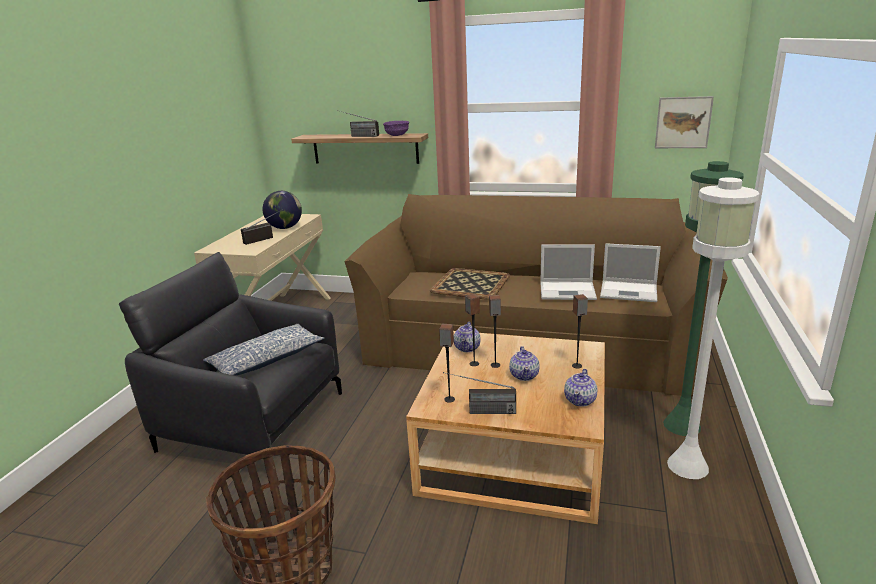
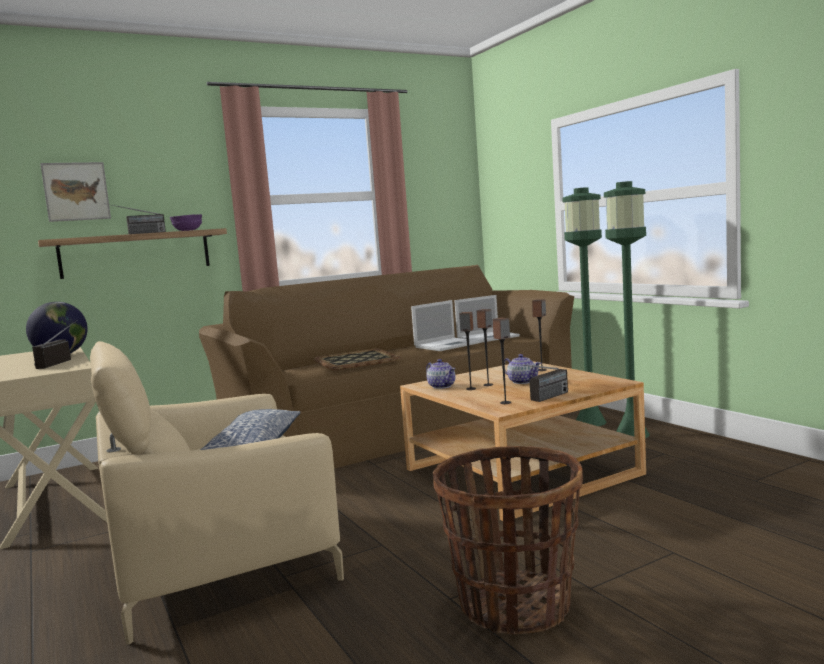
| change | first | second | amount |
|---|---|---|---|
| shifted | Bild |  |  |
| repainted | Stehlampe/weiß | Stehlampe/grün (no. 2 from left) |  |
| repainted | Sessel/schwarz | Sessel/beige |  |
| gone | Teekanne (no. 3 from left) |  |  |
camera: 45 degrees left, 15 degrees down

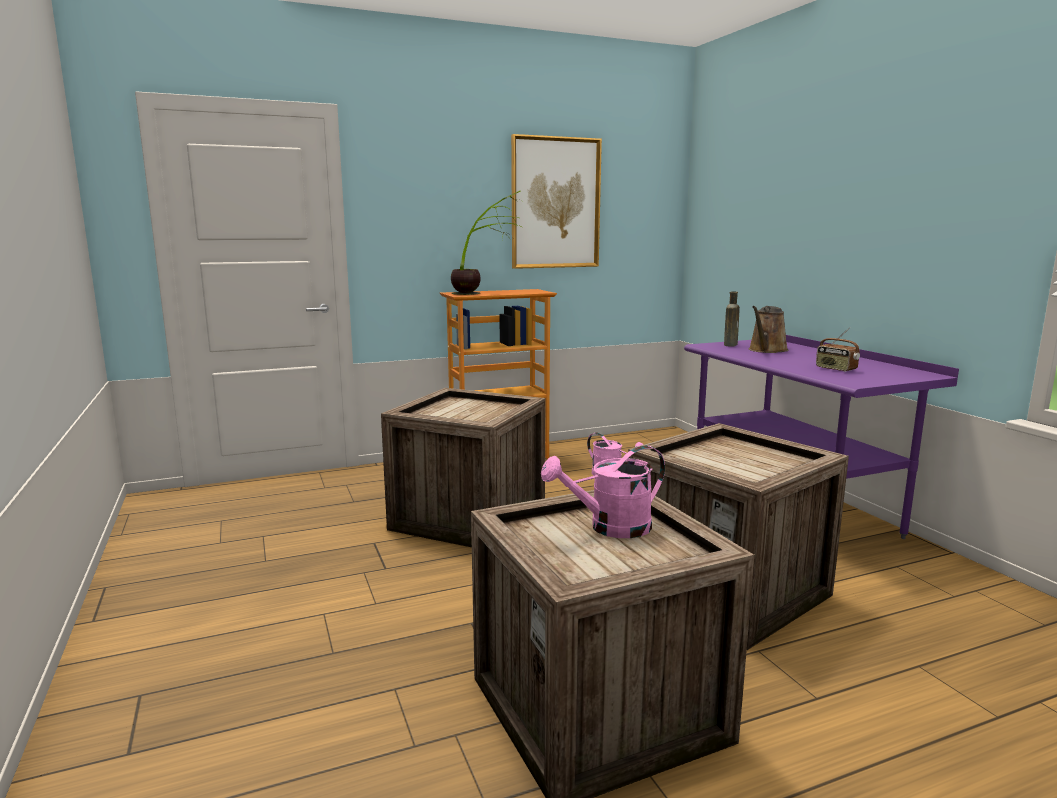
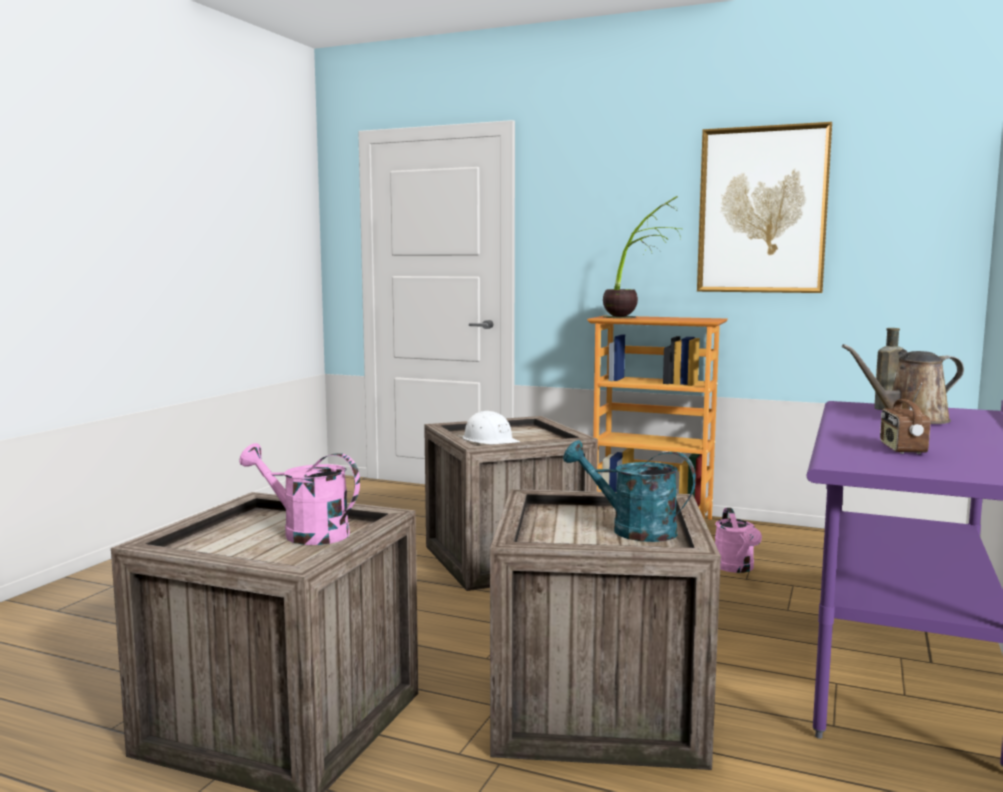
| change | first | second | amount |
|---|---|---|---|
| new |  | Schutzhelm/weiß |  |
| new |  | Gießkanne/türkis |  |
camera: 45 degrees right, 5 degrees down

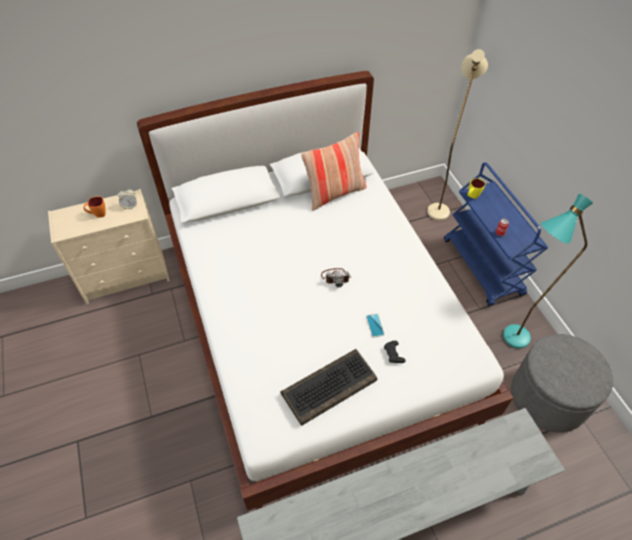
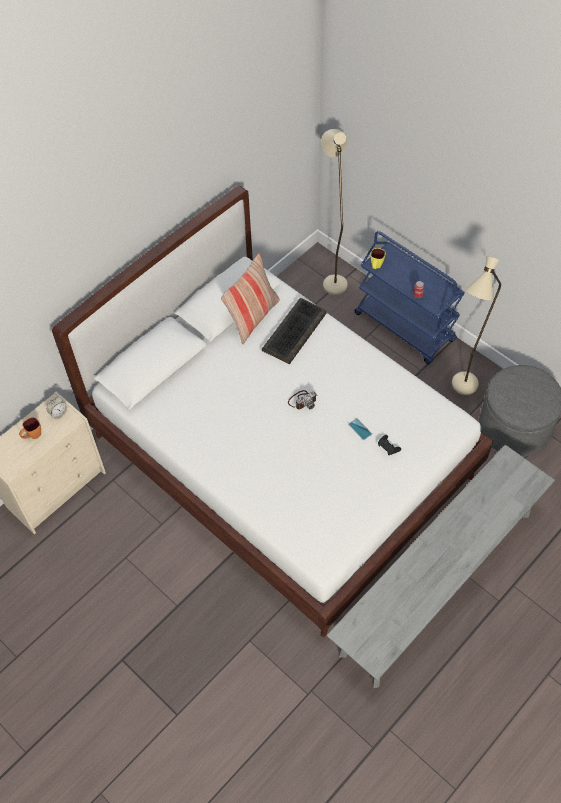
| change | first | second | amount |
|---|---|---|---|
| repainted | Stehlampe/türkis | Stehlampe/beige (no. 2 from left) |  |
| shifted | Tastatur |  |  |
camera: 25 degrees left, 5 degrees up

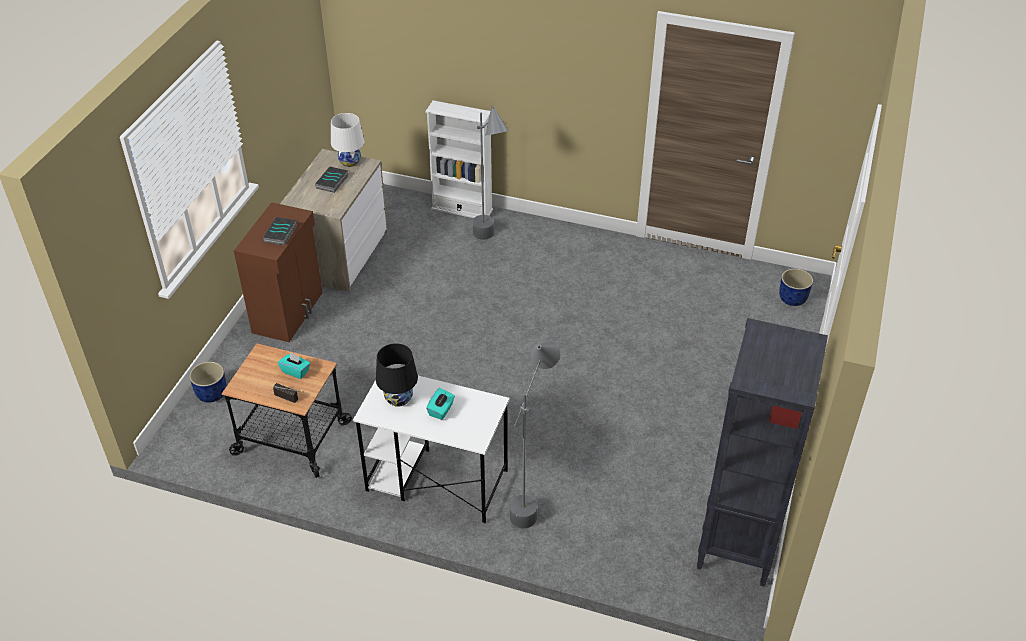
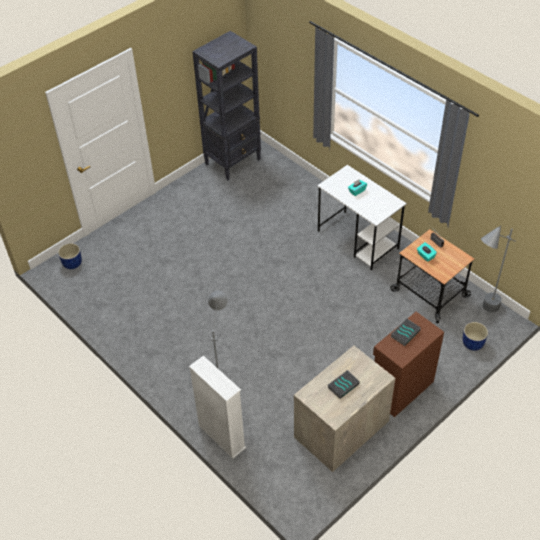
| change | first | second | amount |
|---|---|---|---|
| gone | Tischlampe/weiß |  |  |
| shifted | Stehlampe/grau (no. 2 from left) |  |  |
| gone | Tischlampe/schwarz |  |  |
camera: 150 degrees left, 5 degrees up

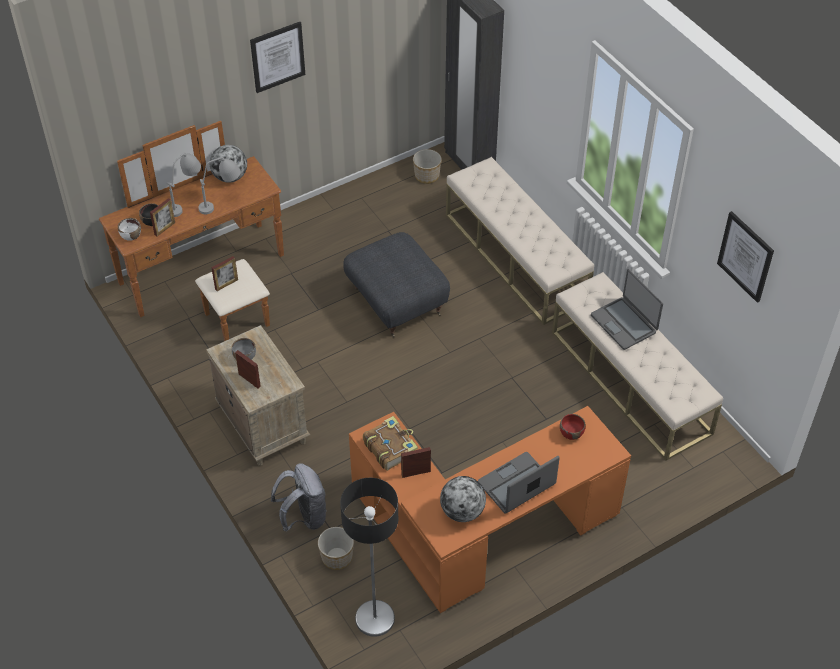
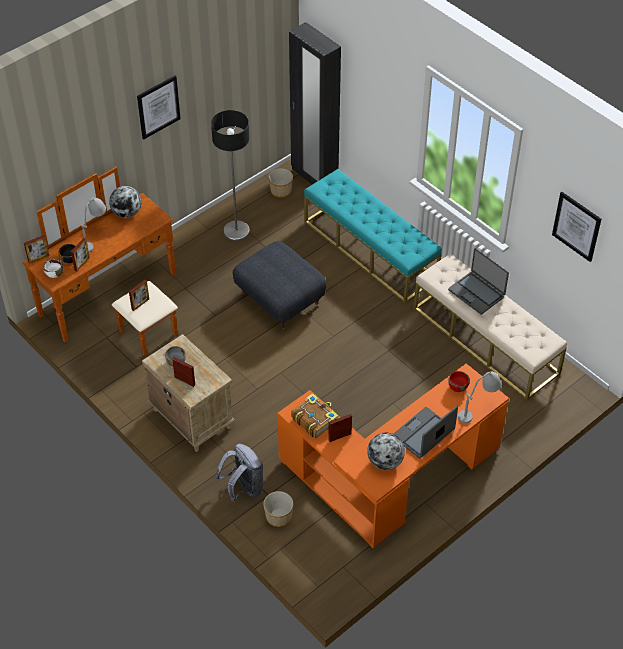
| change | first | second | amount |
|---|---|---|---|
| shifted | Tischlampe/grau (no. 2 from left) |  |  |
| repainted | Bank/beige (no. 1 from left) | Bank/türkis |  |
| shifted | Stehlampe |  |  |
| new |  | Bilderrahmen (no. 1 from left) |  |
camera: 10 degrees left, 0 degrees up

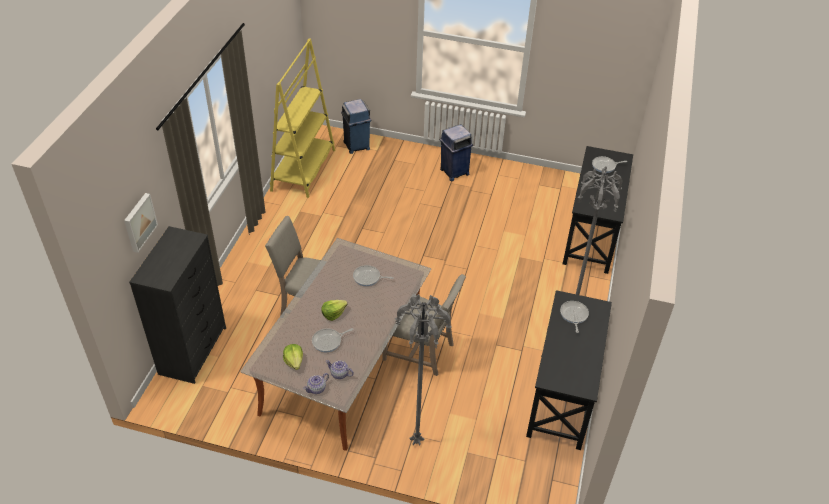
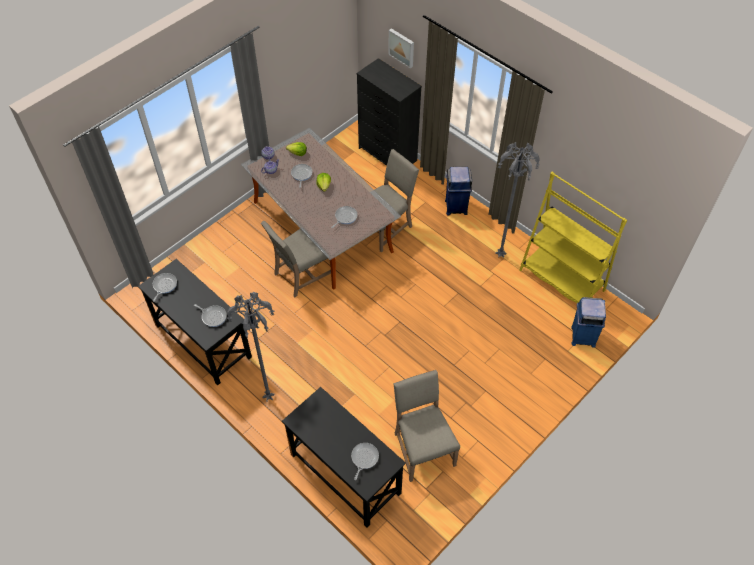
| change | first | second | amount |
|---|---|---|---|
| shifted | Mülleimer/blau (no. 2 from left in the first image) | Mülleimer/blau (no. 1 from left) |  |
| shifted | Stehlampe/grau (no. 1 from left in the first image) | Stehlampe/grau (no. 2 from left) |  |
| new |  | Pfanne (no. 1 from left) |  |
| new |  | Stuhl/beige (no. 3 from left) |  |
camera: 120 degrees right, 10 degrees up

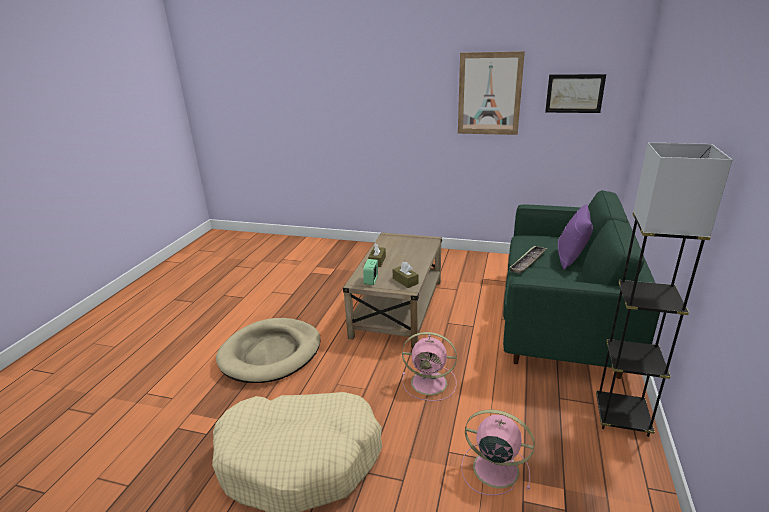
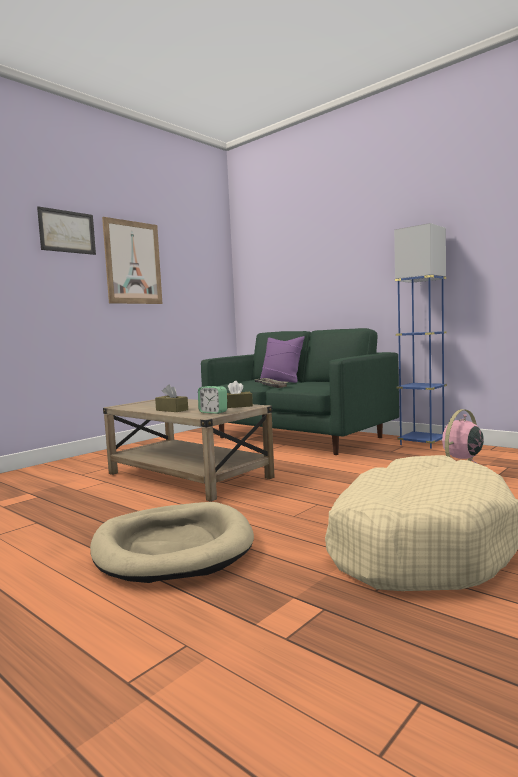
| change | first | second | amount |
|---|---|---|---|
| shifted | Bild (no. 2 from left in the first image) | Bild (no. 1 from left) |  |
| repainted | Stehlampe/grau | Stehlampe/blau |  |
| gone | Ventilator/rosa (no. 1 from left) |  |  |
camera: 65 degrees left, 20 degrees down

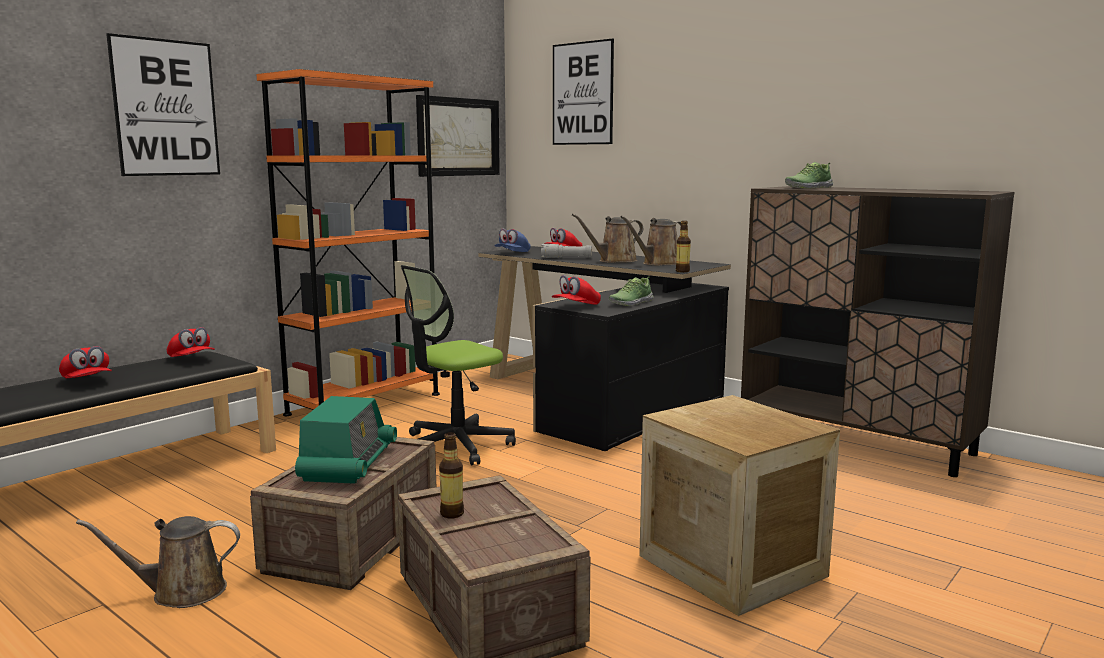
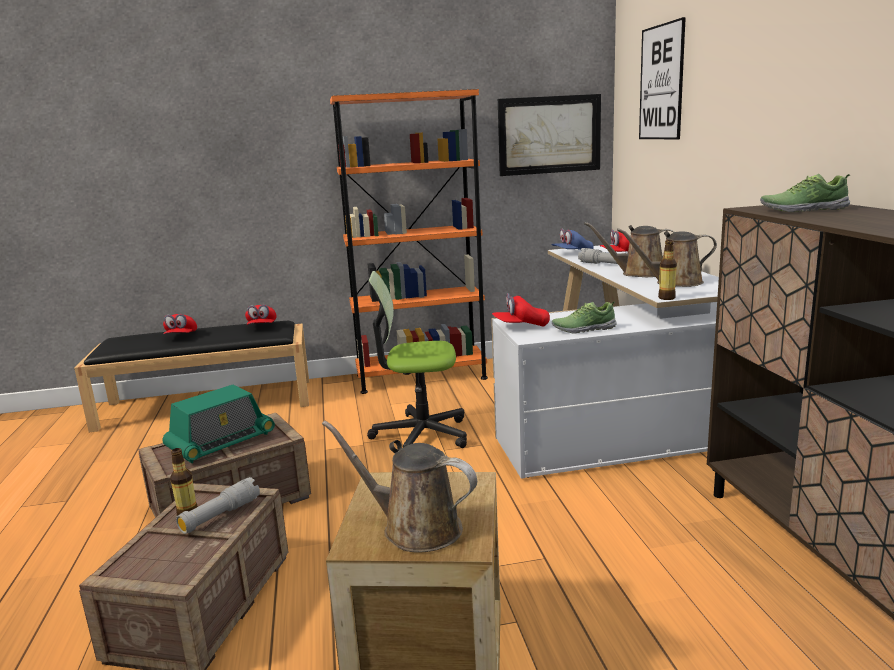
| change | first | second | amount |
|---|---|---|---|
| gone | Bild (no. 1 from left) |  |  |
| repainted | Schreibtisch/schwarz | Schreibtisch/weiß |  |
| shifted | Gießkanne/braun (no. 1 from left) |  |  |
| new |  | Taschenlampe/grau (no. 1 from left) |  |
camera: 40 degrees right, 5 degrees up

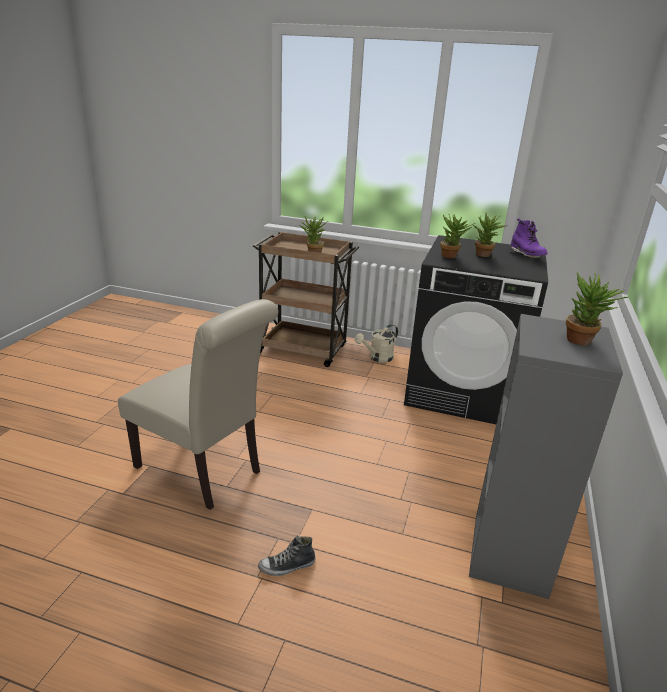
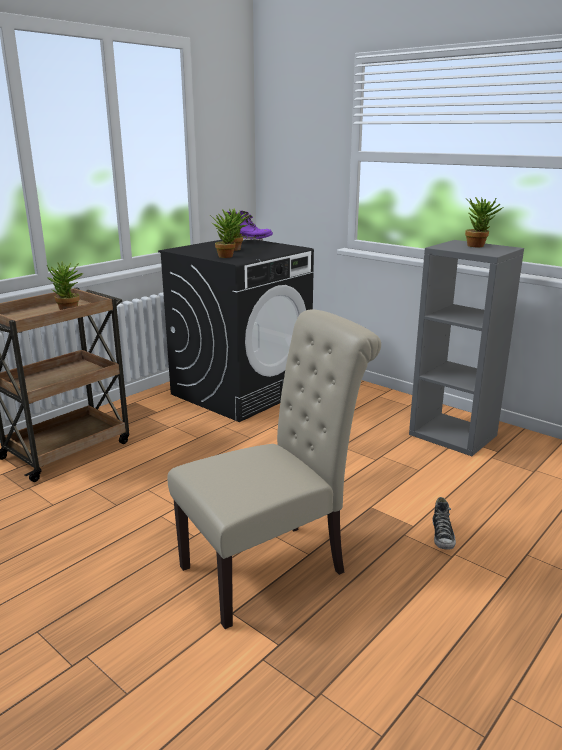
| change | first | second | amount |
|---|---|---|---|
| gone | Gießkanne/beige |  |  |
camera: 65 degrees left, 5 degrees down

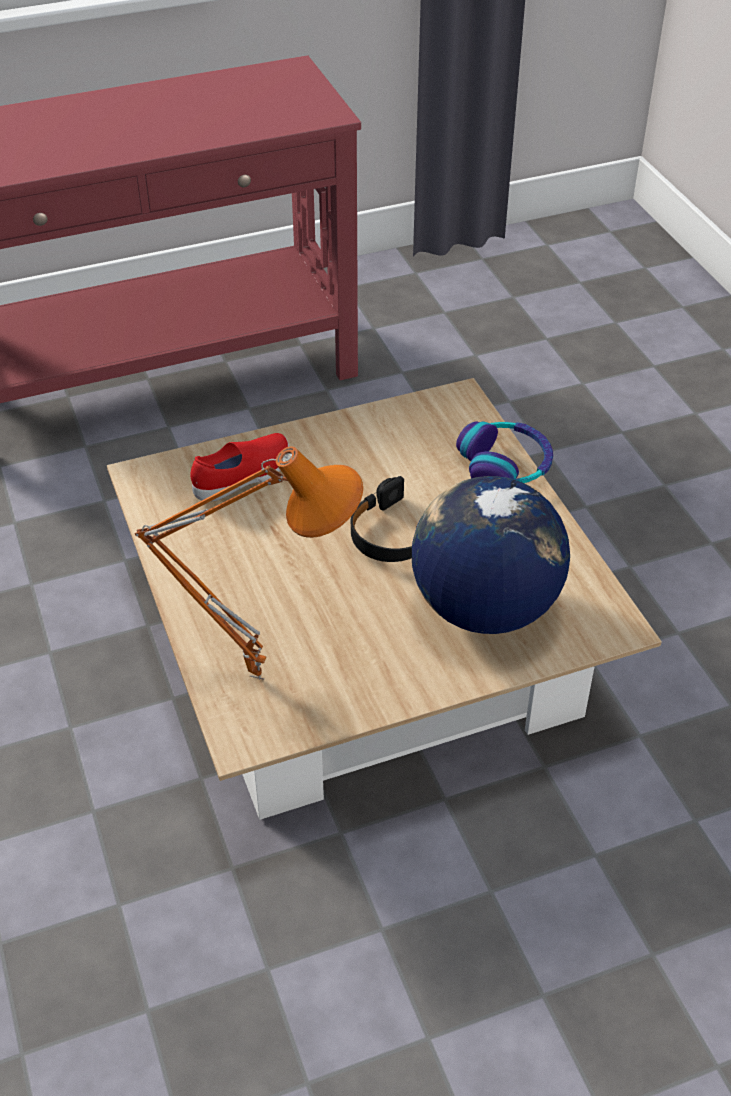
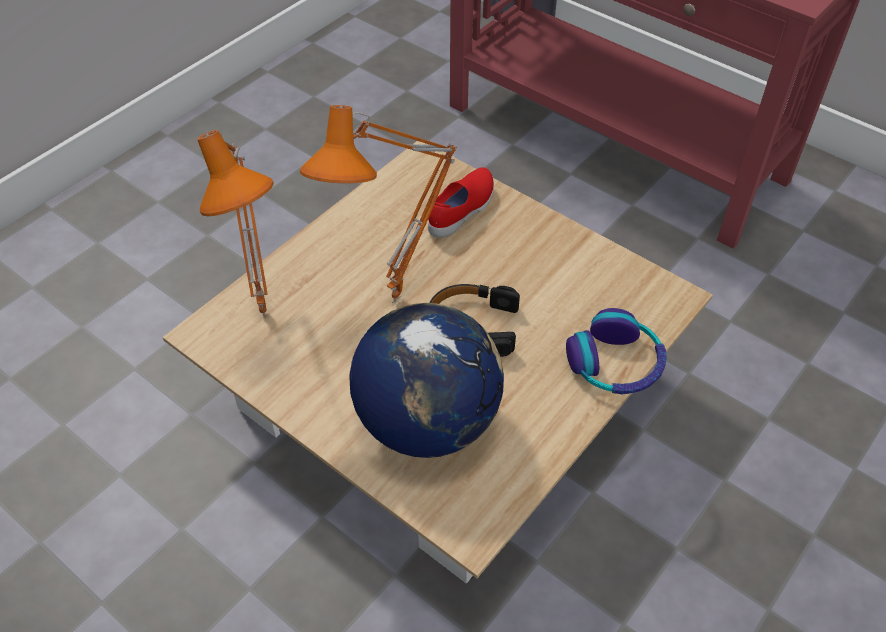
| change | first | second | amount |
|---|---|---|---|
| rotated | Schuh/rot |  | 75 degrees counterclockwise |
| new |  | Tischlampe/orange (no. 2 from left) |  |
camera: 60 degrees right, 5 degrees up

